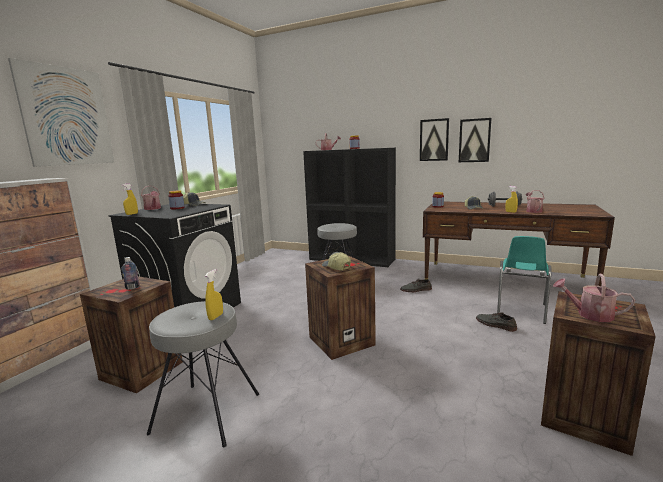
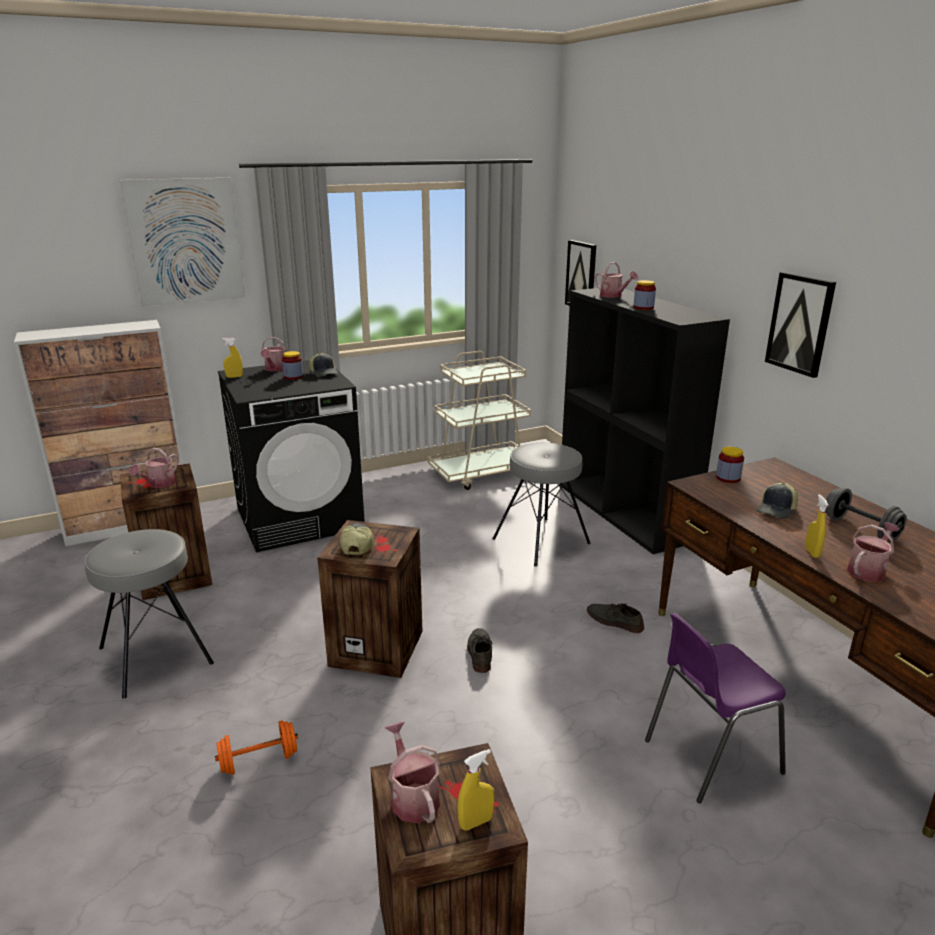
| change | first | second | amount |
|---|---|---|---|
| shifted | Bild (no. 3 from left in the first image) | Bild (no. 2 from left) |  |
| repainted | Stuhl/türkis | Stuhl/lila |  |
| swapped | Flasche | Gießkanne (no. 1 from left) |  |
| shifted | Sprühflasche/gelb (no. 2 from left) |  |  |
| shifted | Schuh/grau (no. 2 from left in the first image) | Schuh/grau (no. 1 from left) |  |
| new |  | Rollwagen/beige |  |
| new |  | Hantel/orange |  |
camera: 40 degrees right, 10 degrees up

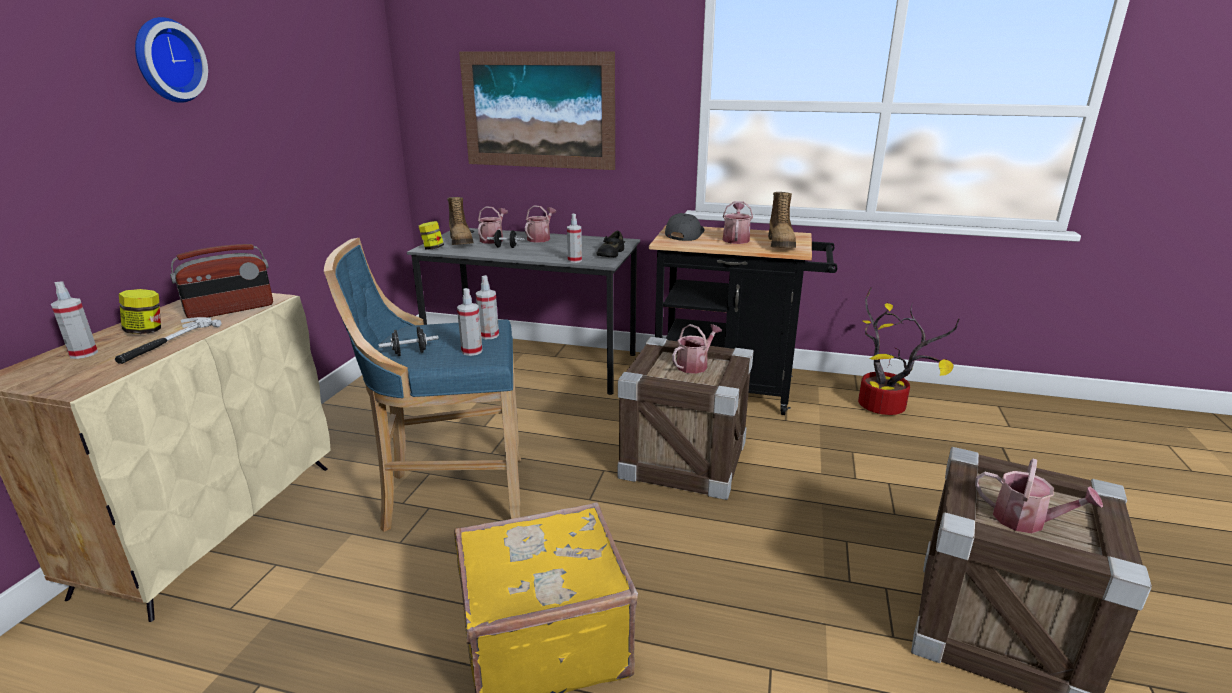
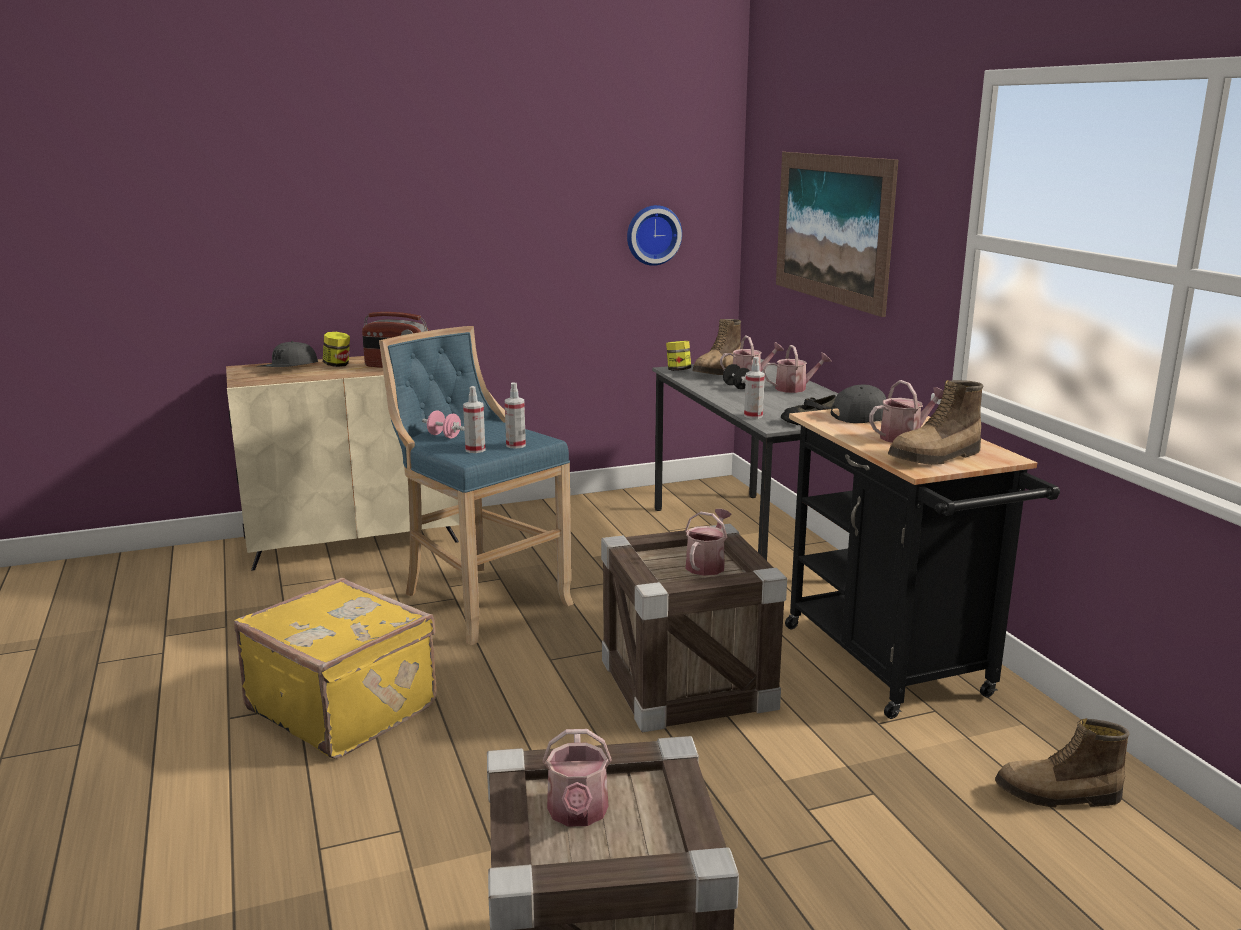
| change | first | second | amount |
|---|---|---|---|
| shifted | Wanduhr |  |  |
| swapped | Sprühflasche (no. 1 from left) | Kappe/grau (no. 1 from left) |  |
| swapped | Topfpflanze | Stiefel (no. 3 from left) |  |
| gone | Hammer |  |  |
| rotated | Gießkanne (no. 3 from left in the first image) | Gießkanne (no. 2 from left) | 75 degrees counterclockwise |
| repainted | Hantel/schwarz (no. 1 from left) | Hantel/rosa |  |
camera: 55 degrees right, 5 degrees down

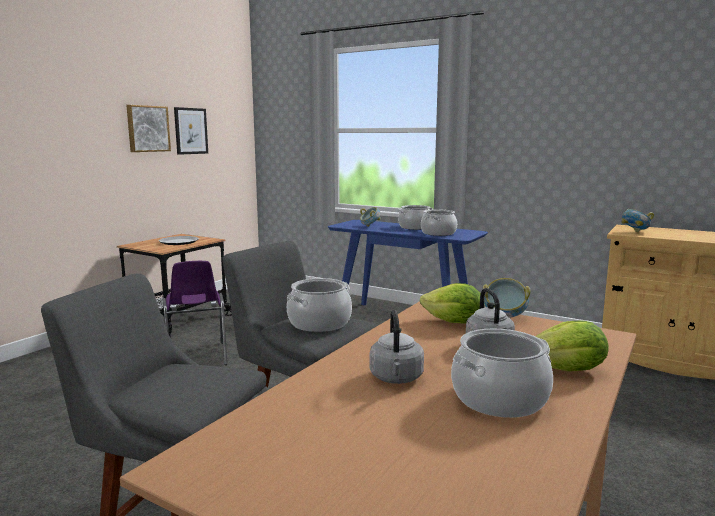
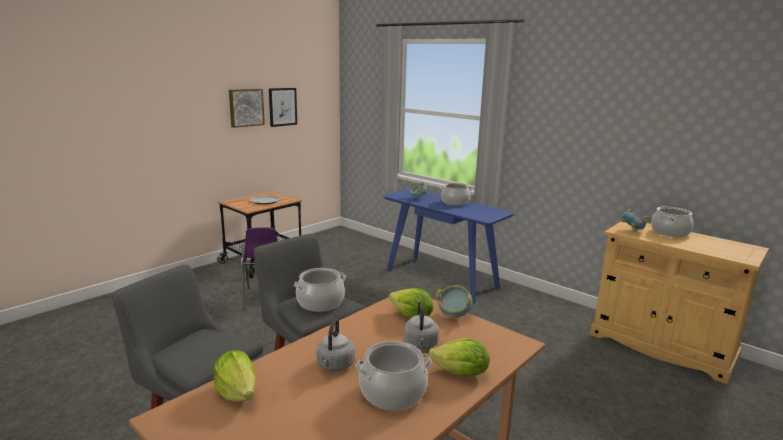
| change | first | second | amount |
|---|---|---|---|
| shifted | Kochtopf (no. 3 from left in the first image) | Kochtopf (no. 4 from left) |  |
| new |  | Salatkopf (no. 1 from left) |  |
camera: 10 degrees right, 5 degrees up

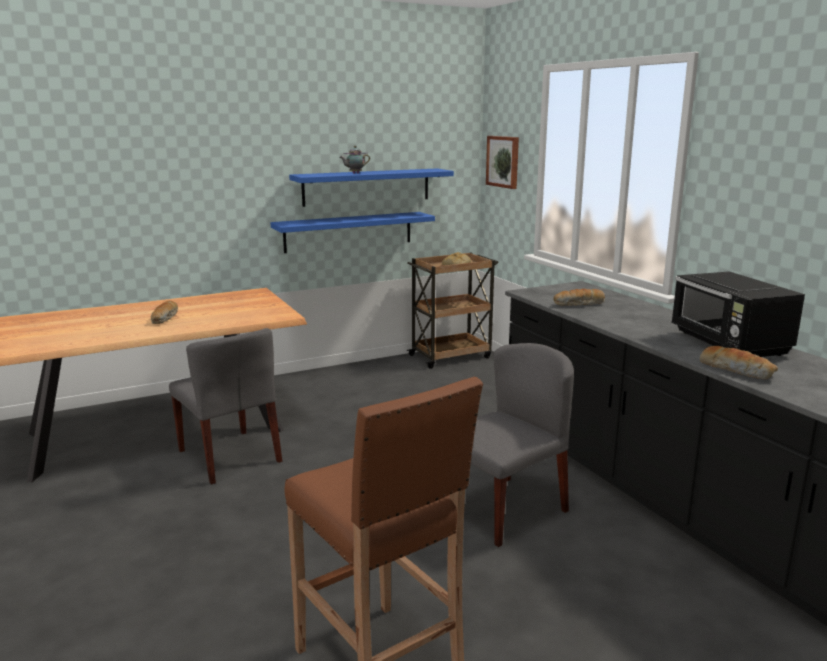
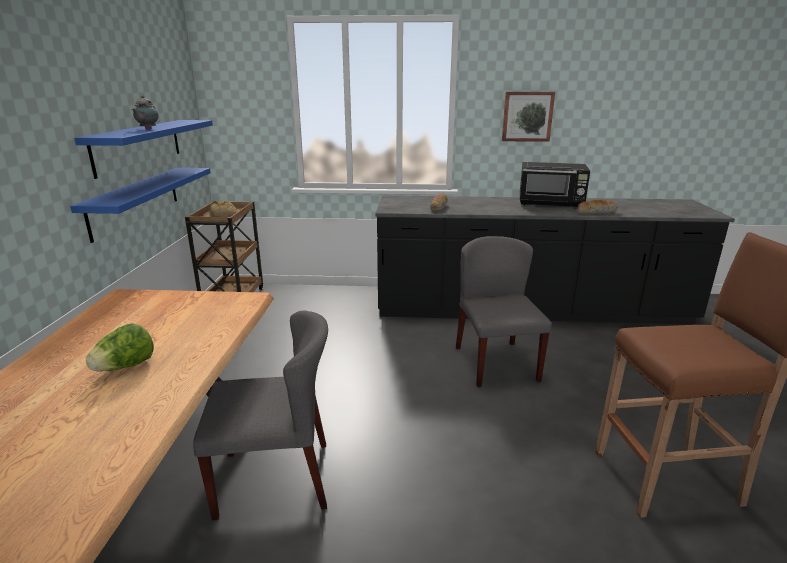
| change | first | second | amount |
|---|---|---|---|
| shifted | Bild |  |  |
| swapped | Brot (no. 1 from left) | Salatkopf |  |
camera: 60 degrees left, 5 degrees up

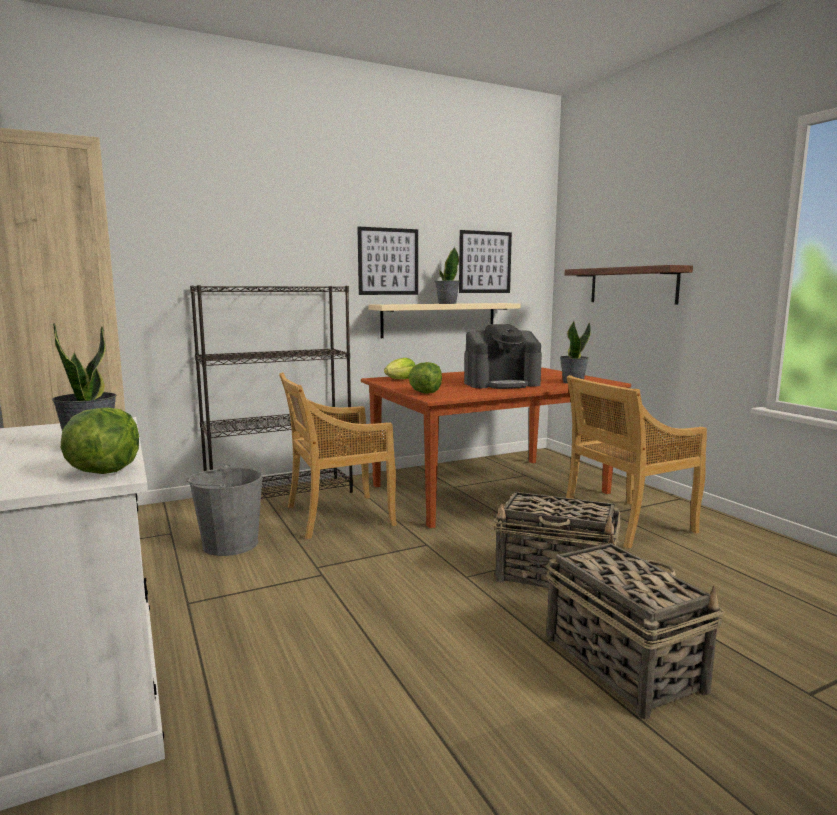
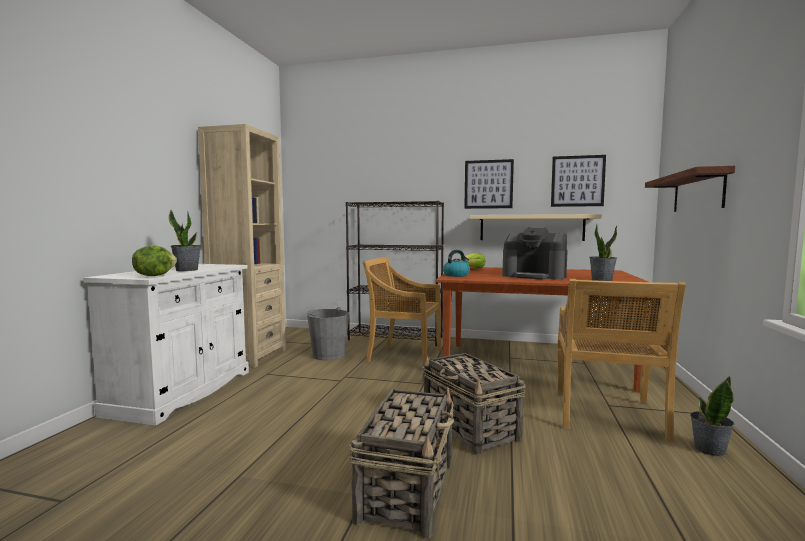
| change | first | second | amount |
|---|---|---|---|
| shifted | Topfpflanze (no. 2 from left in the first image) | Topfpflanze (no. 3 from left) |  |
| swapped | Salatkopf (no. 3 from left) | Wasserkessel |  |
| rotated | Stuhl/beige (no. 2 from left) |  | 90 degrees counterclockwise |
camera: 40 degrees right, 5 degrees down

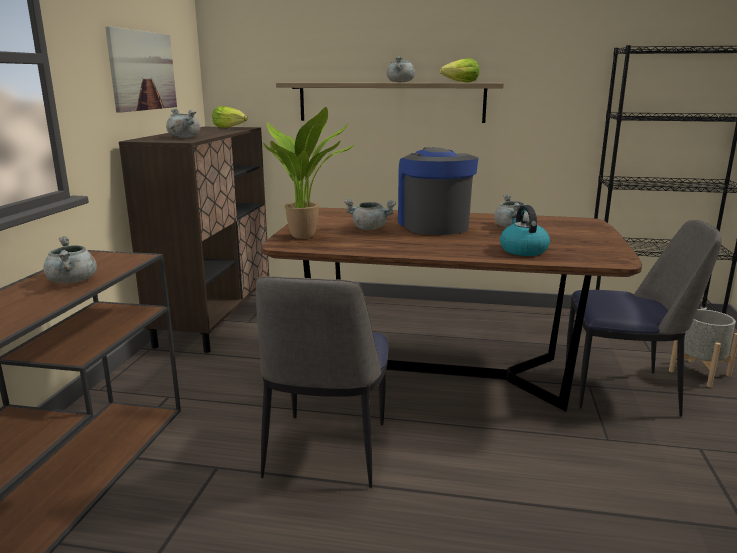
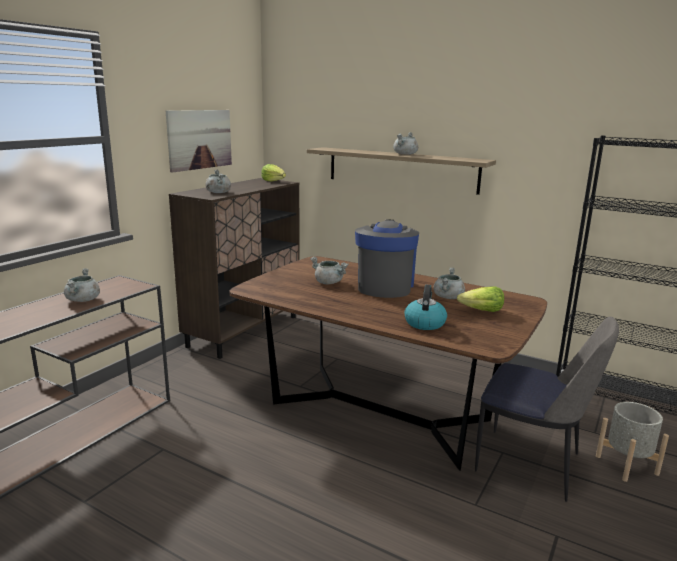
| change | first | second | amount |
|---|---|---|---|
| shifted | Salatkopf (no. 2 from left) |  |  |
| gone | Topfpflanze |  |  |
| gone | Stuhl (no. 1 from left) |  |  |
camera: 20 degrees right, 0 degrees up

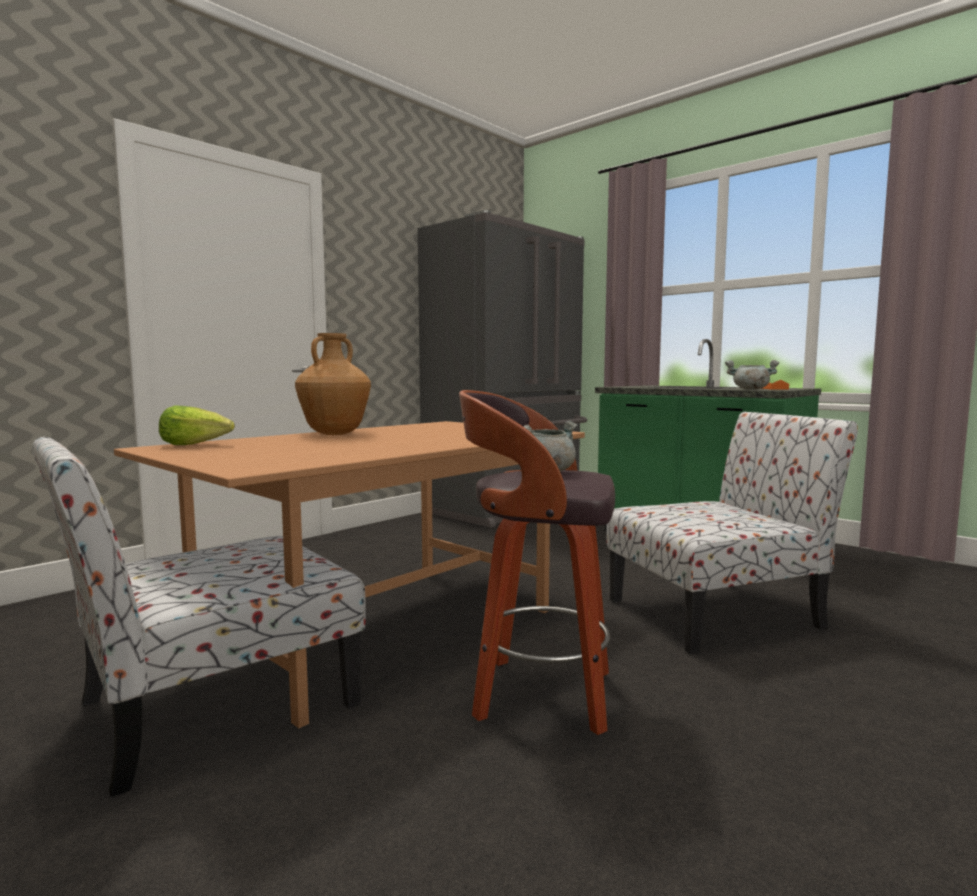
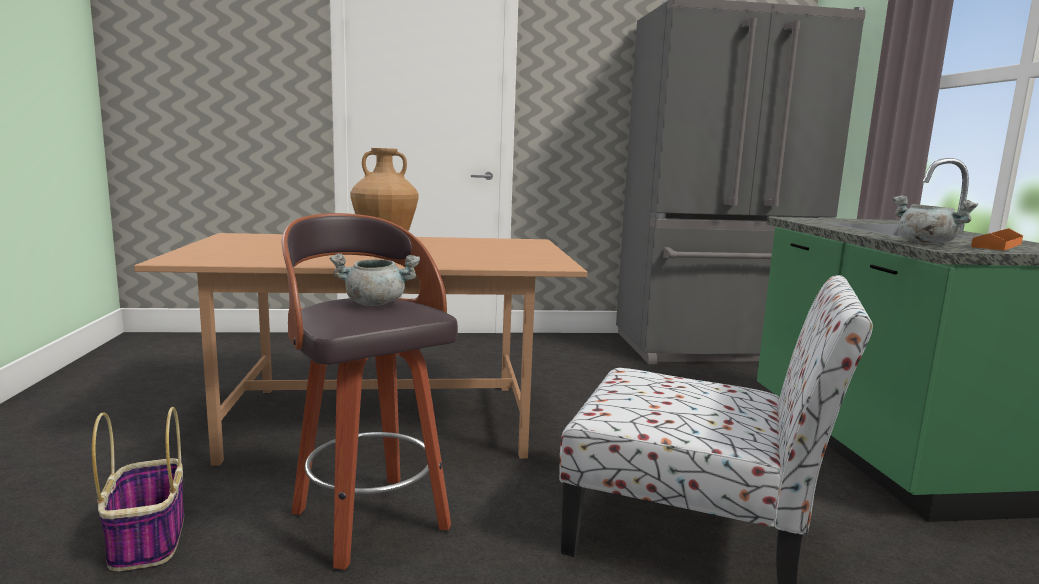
| change | first | second | amount |
|---|---|---|---|
| gone | Salatkopf |  |  |
| gone | Stuhl (no. 1 from left) |  |  |
| new |  | Korb |  |
camera: 40 degrees right, 5 degrees up

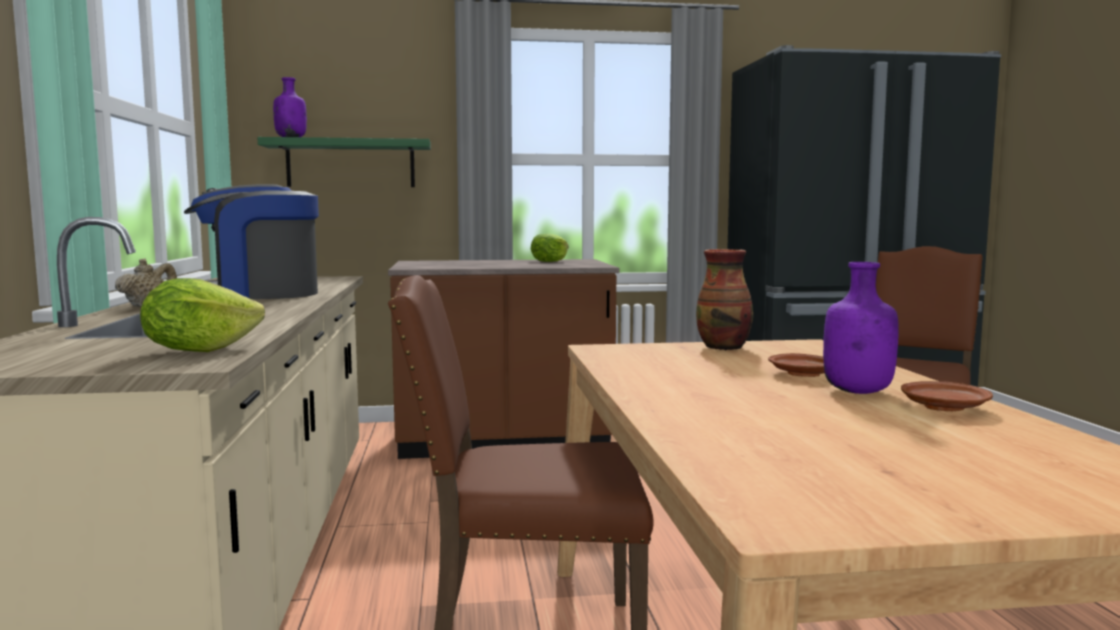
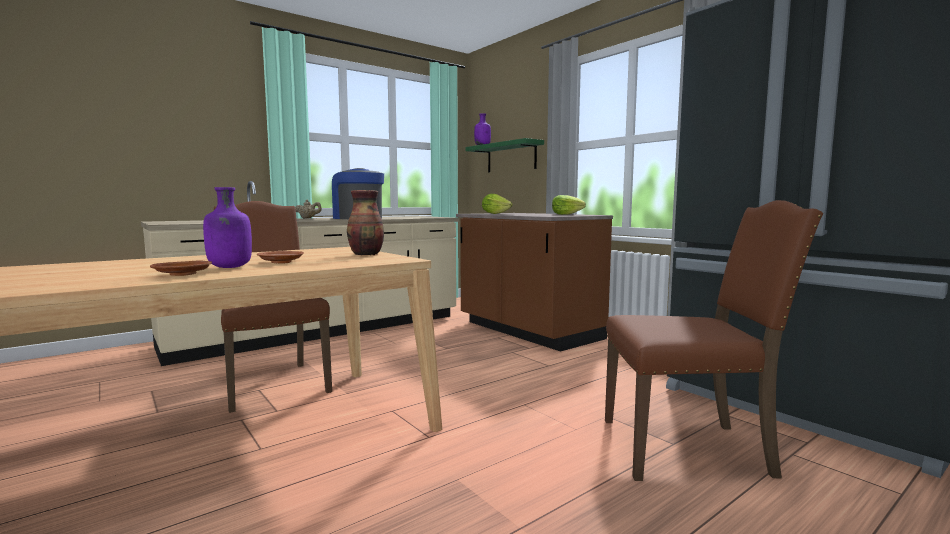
| change | first | second | amount |
|---|---|---|---|
| shifted | Salatkopf (no. 1 from left) |  |  |
camera: 60 degrees right, 0 degrees up

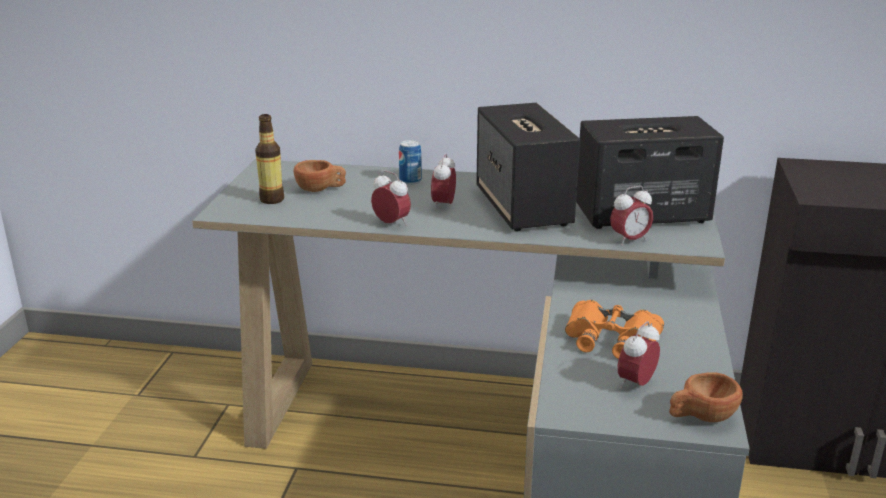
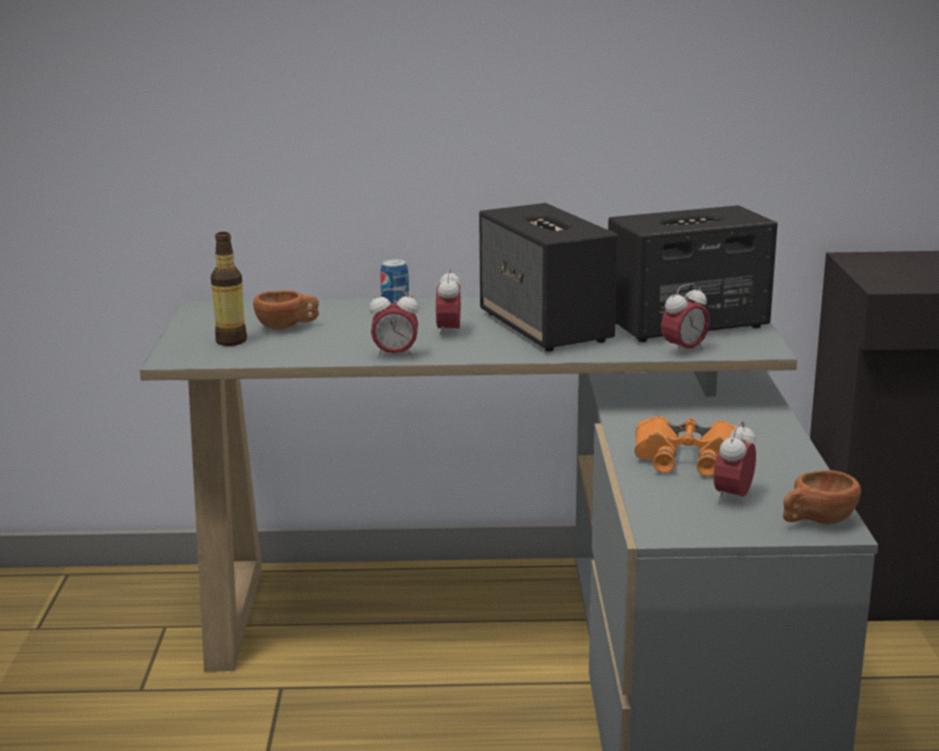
| change | first | second | amount |
|---|---|---|---|
| rotated | Wecker (no. 1 from left) |  | 150 degrees clockwise |
camera: 10 degrees left, 5 degrees down

